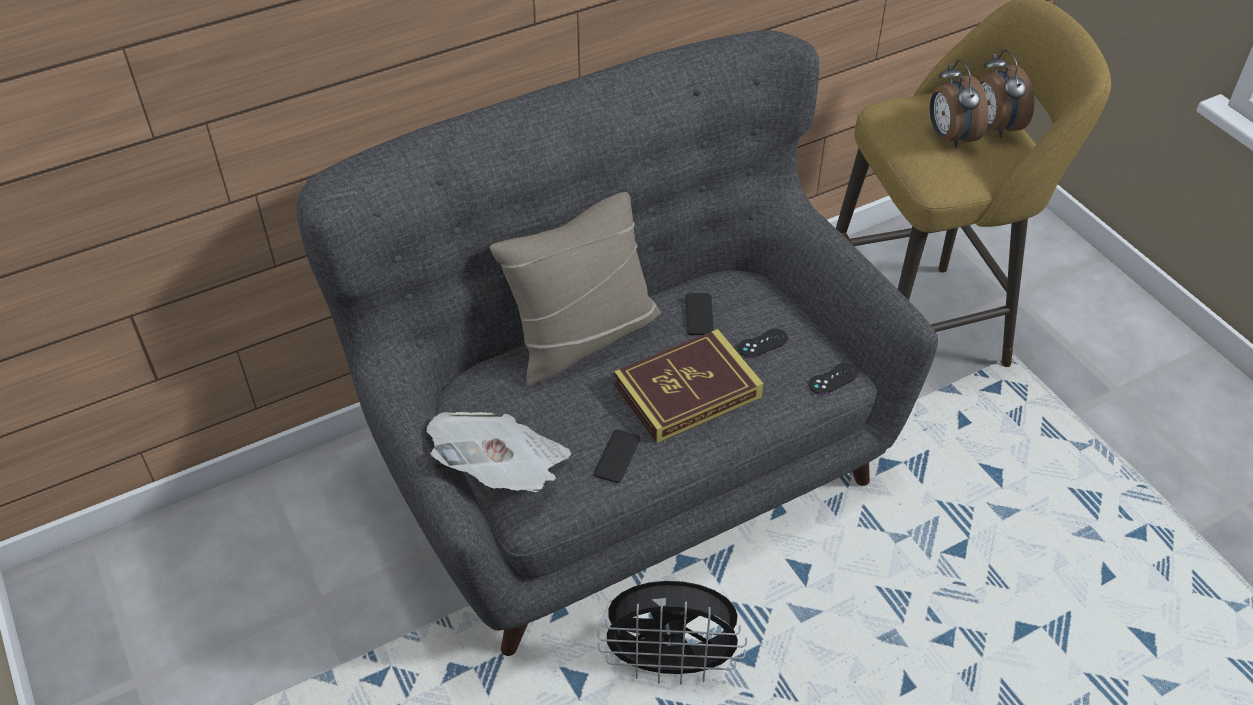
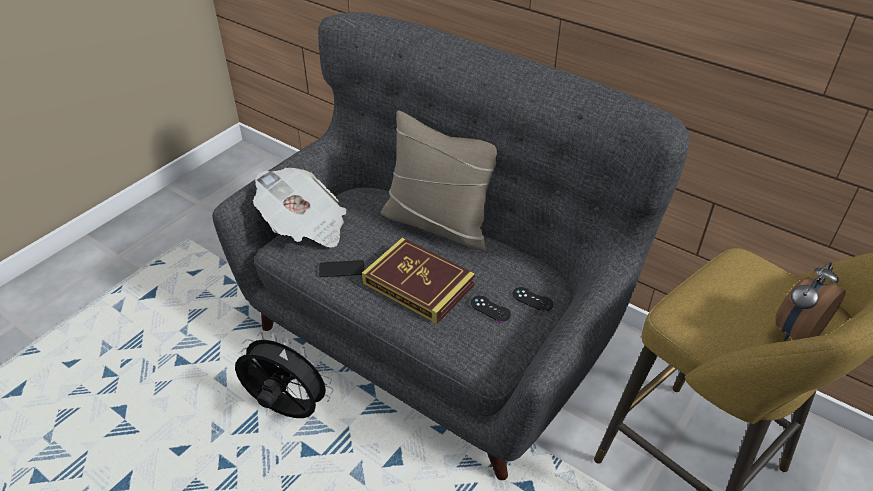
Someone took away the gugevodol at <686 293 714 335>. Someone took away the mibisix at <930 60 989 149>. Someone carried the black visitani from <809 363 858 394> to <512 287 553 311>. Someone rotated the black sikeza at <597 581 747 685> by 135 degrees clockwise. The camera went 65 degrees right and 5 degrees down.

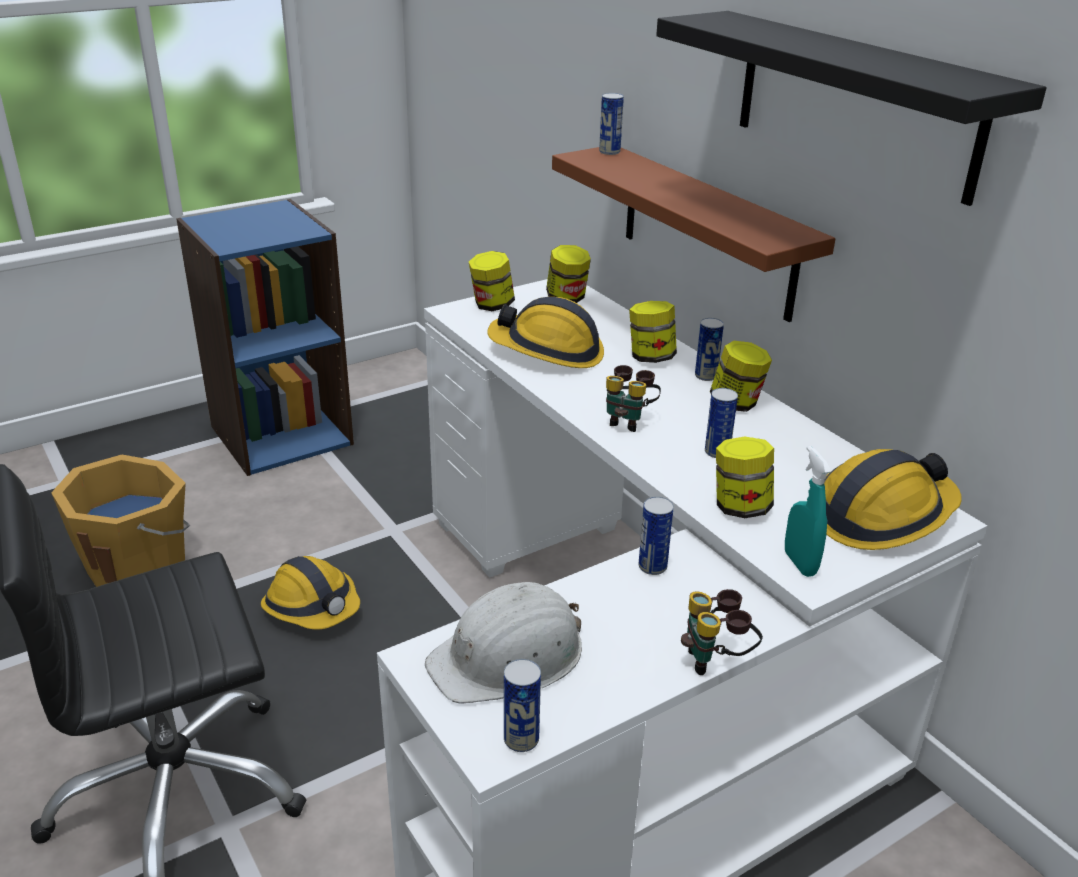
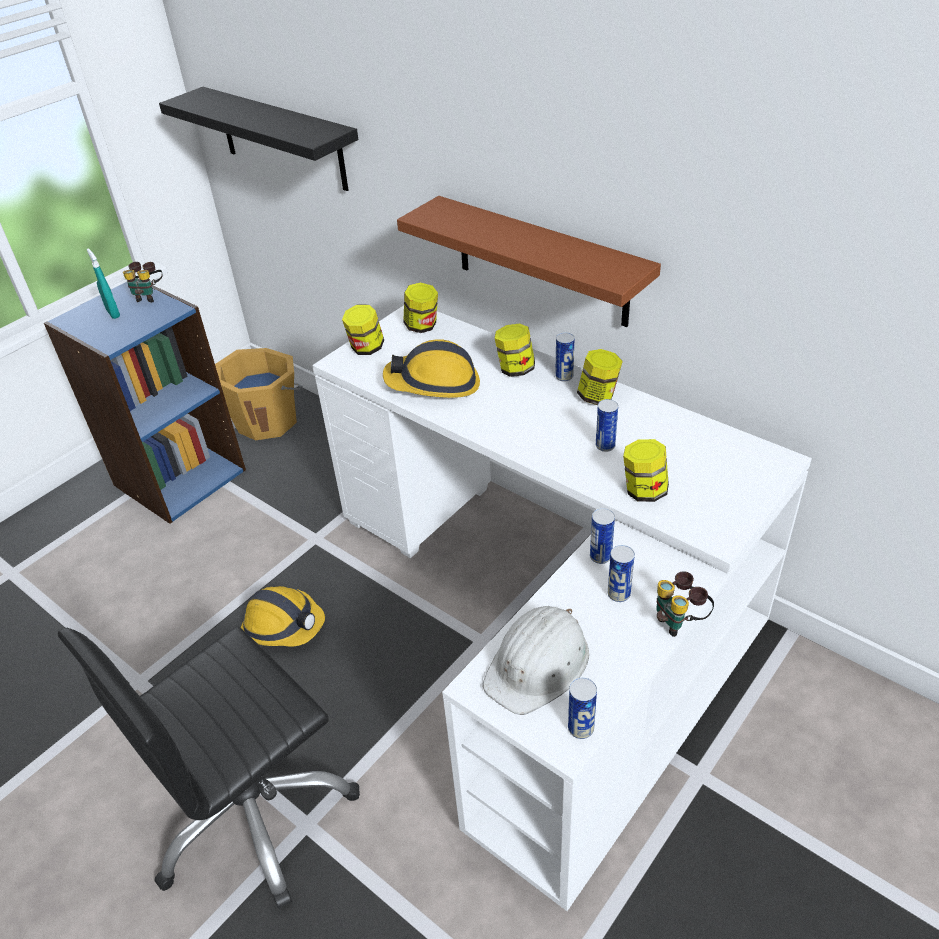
Someone took away the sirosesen at <824 449 962 550>. Someone carried the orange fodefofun from <51 455 190 587> to <215 348 303 440>. Someone carried the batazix from <599 93 624 155> to <608 545 635 602>. Someone carried the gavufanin from <606 365 661 432> to <123 262 163 302>. Someone carried the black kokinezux from <656 11 1047 206> to <159 87 358 191>. Someone carried the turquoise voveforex from <785 446 831 577> to <87 248 120 319>. The camera went 15 degrees left and 10 degrees up.

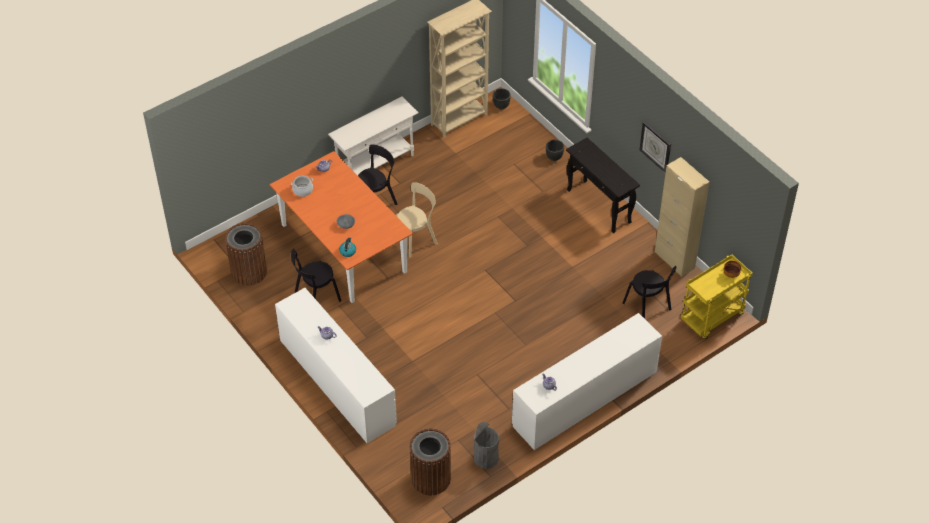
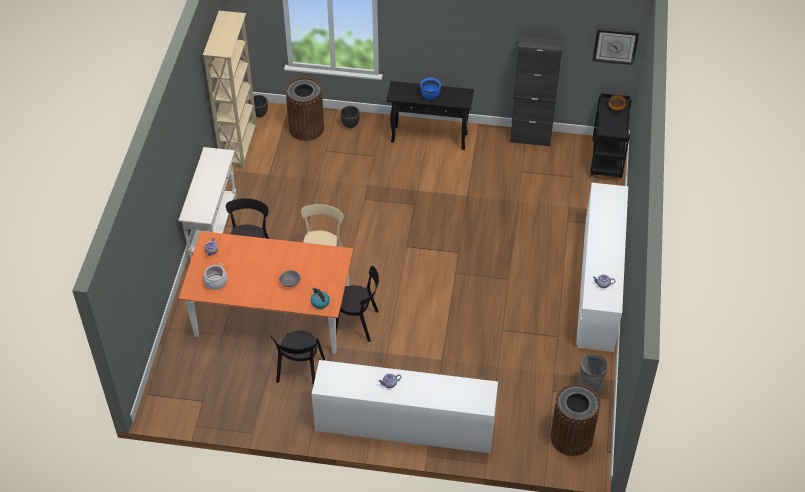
Someone put down the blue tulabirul at <420 78 441 100>. Someone carried the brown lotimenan from <225 223 267 286> to <285 77 324 141>. Someone carried the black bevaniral from <623 266 676 319> to <336 266 379 342>. Someone carried the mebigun from <640 121 671 173> to <593 28 639 65>. Someone repainted the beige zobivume at <655 157 710 277>, which became the black zobivume at <510 34 563 147>. Someone repainted the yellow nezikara at <681 255 753 339>, which became the black nezikara at <590 93 632 178>. The camera went 45 degrees left and 0 degrees up.

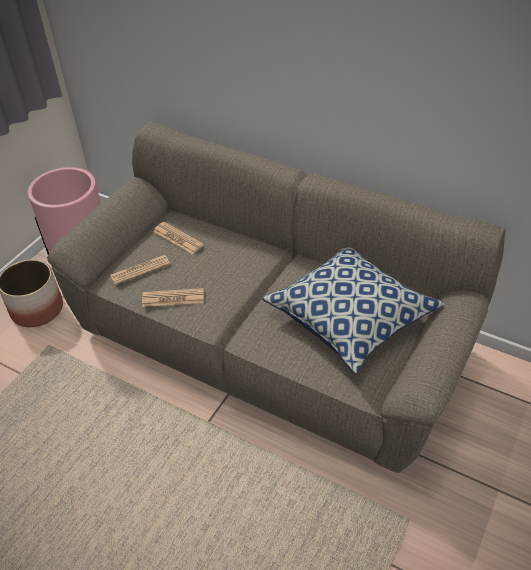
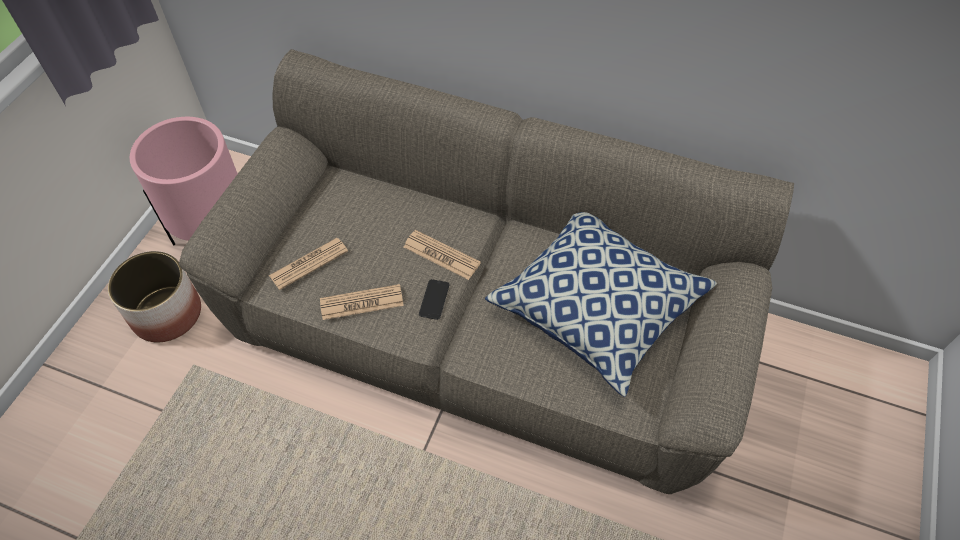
Someone put down the gugevodol at <419 279 449 320>. Someone carried the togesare from <153 222 204 255> to <403 230 481 280>. The camera went 10 degrees left and 10 degrees up.

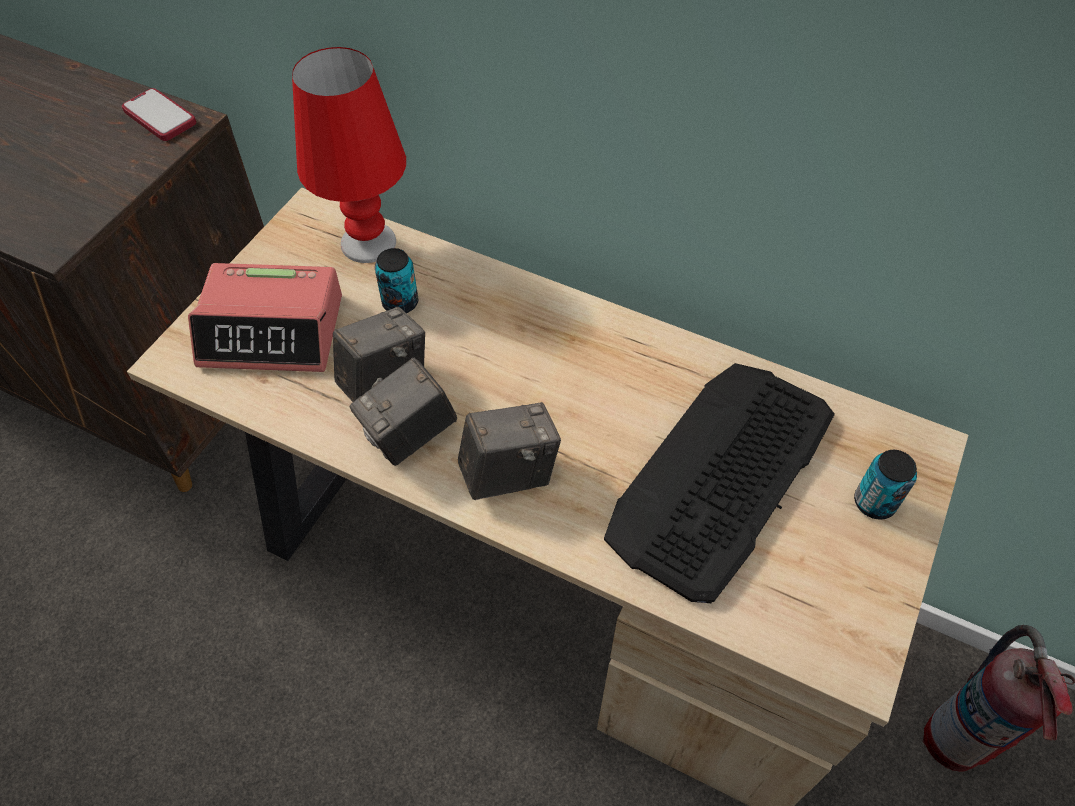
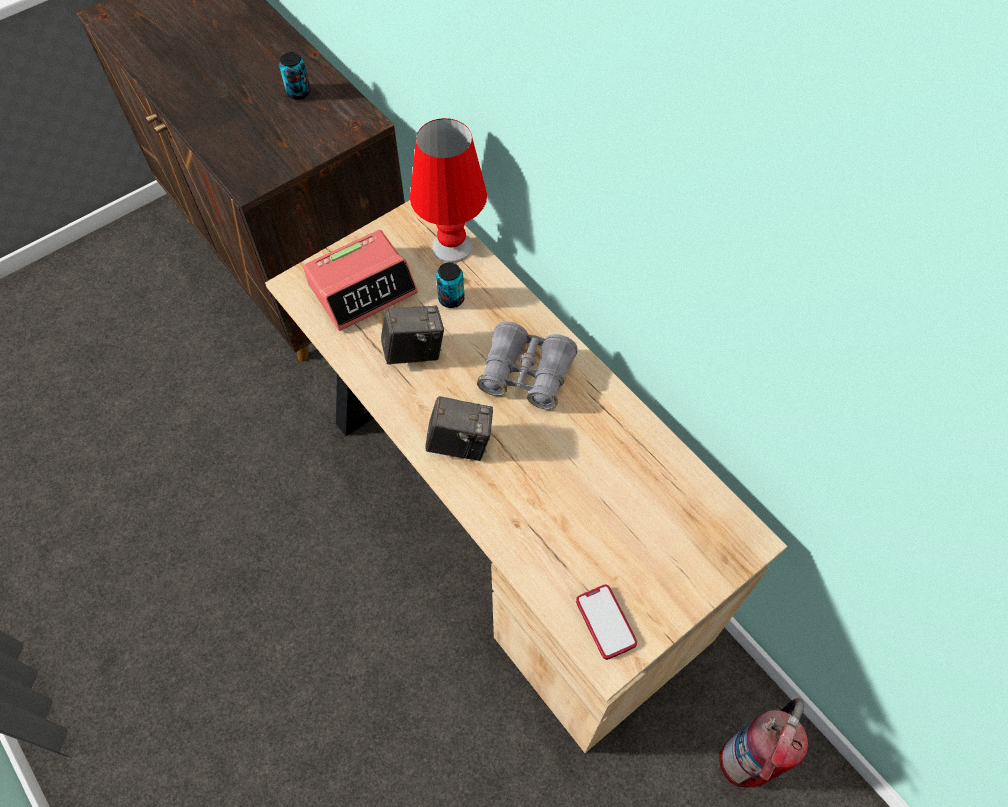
Someone took away the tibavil at <349 358 457 466>. Someone took away the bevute at <604 363 835 603>. Someone put down the grey gavufanin at <477 321 577 410>. Someone carried the gugevodol from <122 88 196 141> to <576 585 637 660>. Someone carried the batazix from <854 450 917 520> to <279 52 311 100>. Someone rotated the mibisix at <188 263 342 372> by 60 degrees counterclockwise. The camera went 25 degrees right and 5 degrees up.

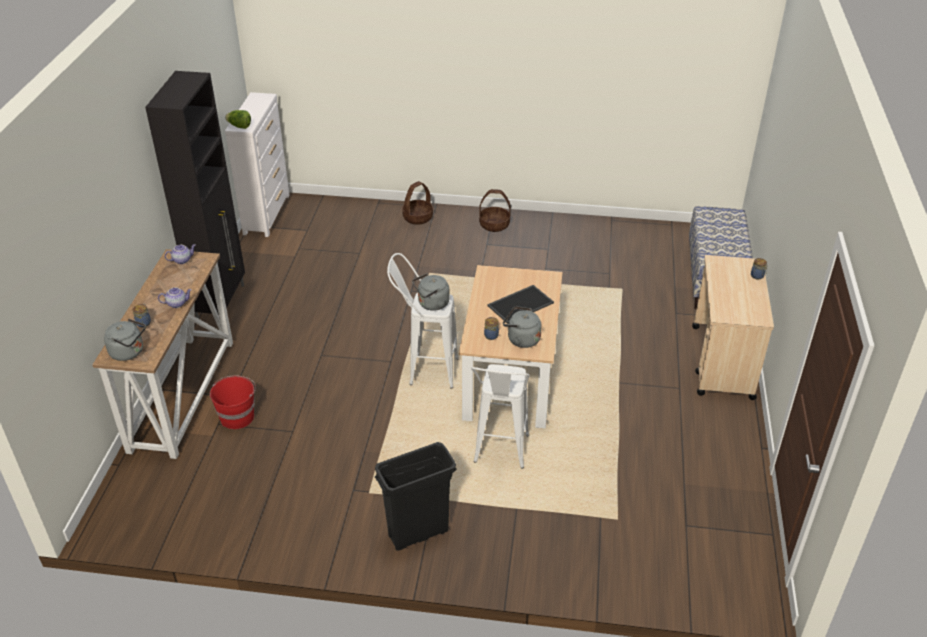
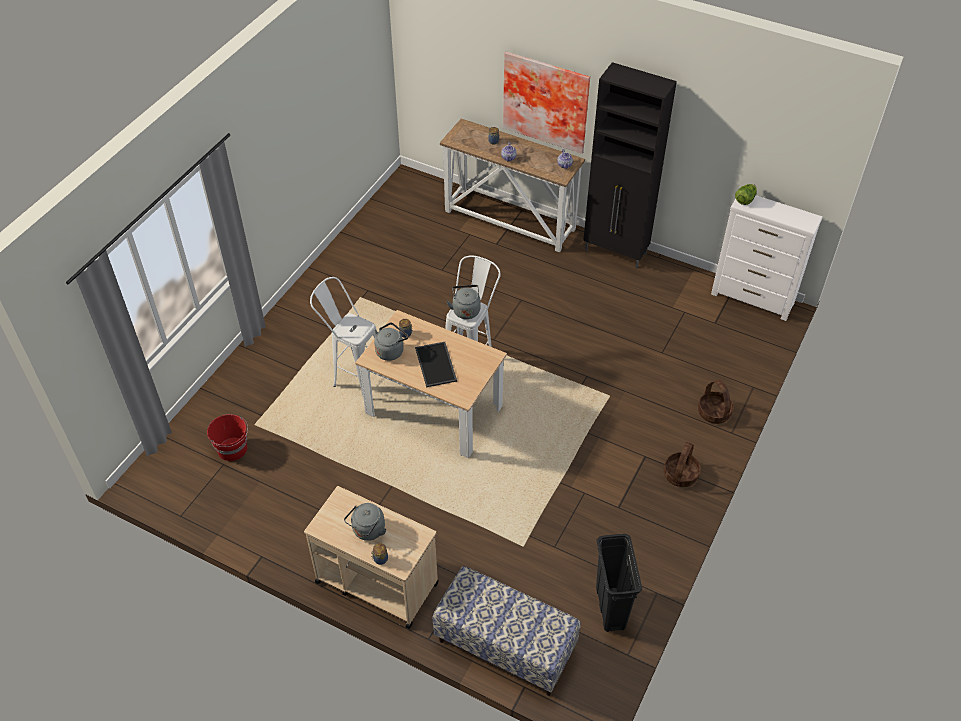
Someone put up the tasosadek at <503 51 590 154>. Someone carried the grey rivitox from <104 319 146 361> to <344 503 387 541>. Someone carried the red fodefofun from <210 375 256 429> to <207 414 248 461>. Someone carried the black lotimenan from <375 442 457 551> to <596 534 642 632>. The camera went 110 degrees right and 10 degrees up.

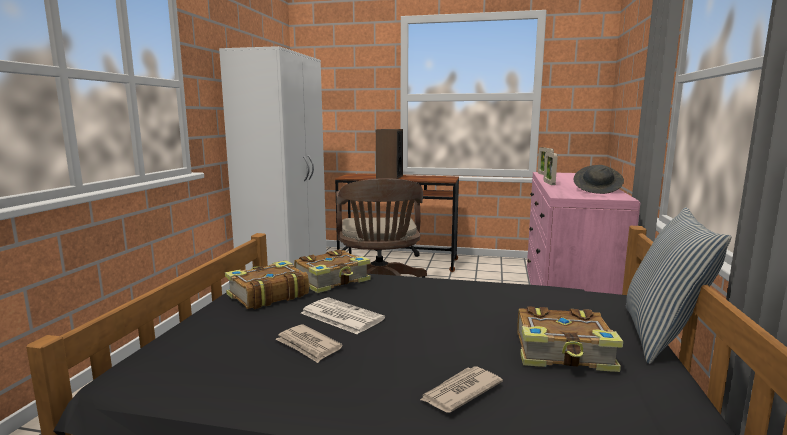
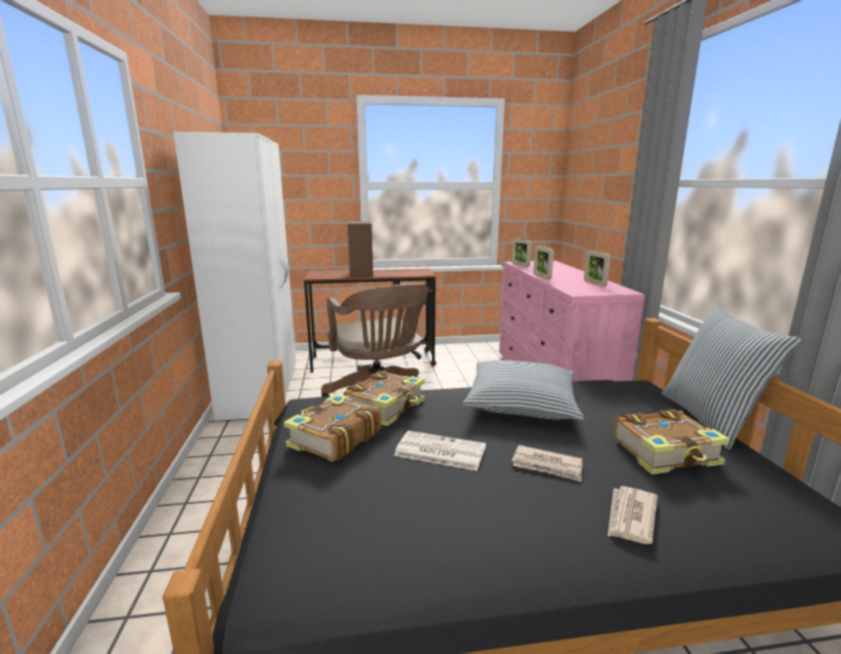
Someone put down the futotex at <463 360 584 420>. Someone carried the togesare from <276 324 343 363> to <512 445 582 482>. Someone swapped the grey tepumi at <574 165 624 194> for the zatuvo at <584 251 610 286>. The camera went 20 degrees left and 5 degrees up.

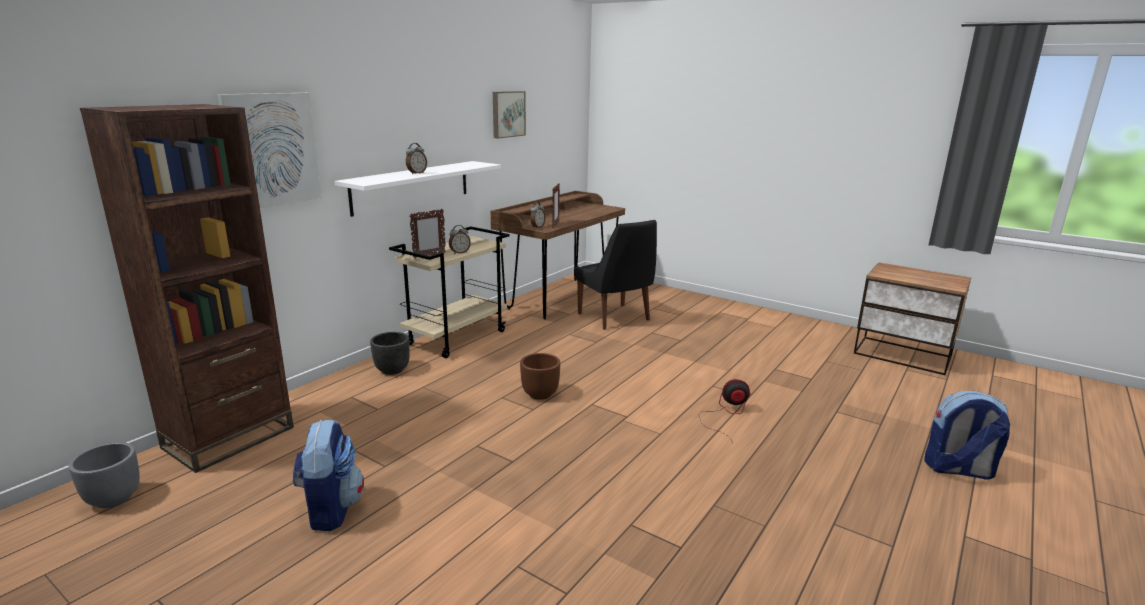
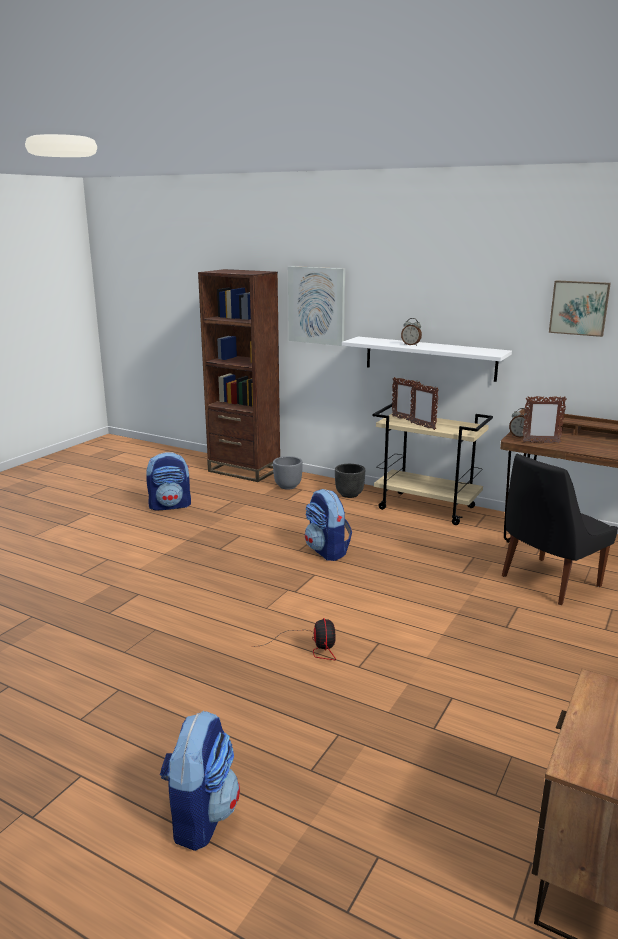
Someone carried the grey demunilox from <69 442 140 508> to <273 456 303 490>. Someone swapped the mibisix at <449 225 471 254> for the zatuvo at <410 383 439 430>. Someone swapped the brown demunilox at <520 353 560 400> for the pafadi at <305 489 352 561>. The camera went 85 degrees right and 0 degrees up.

